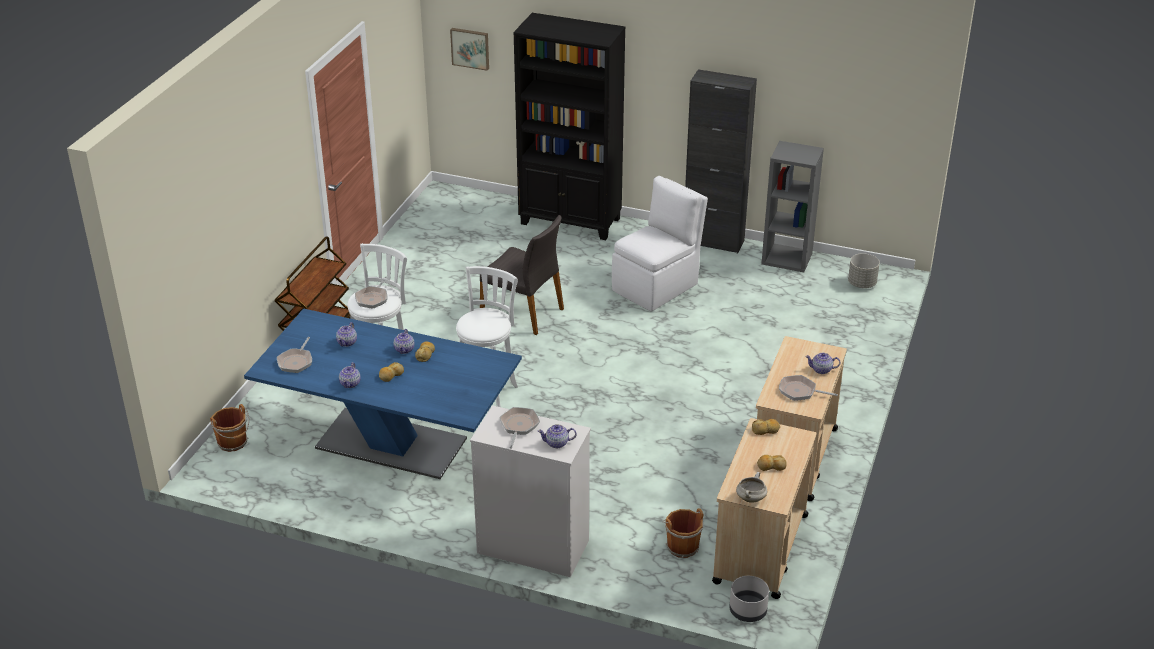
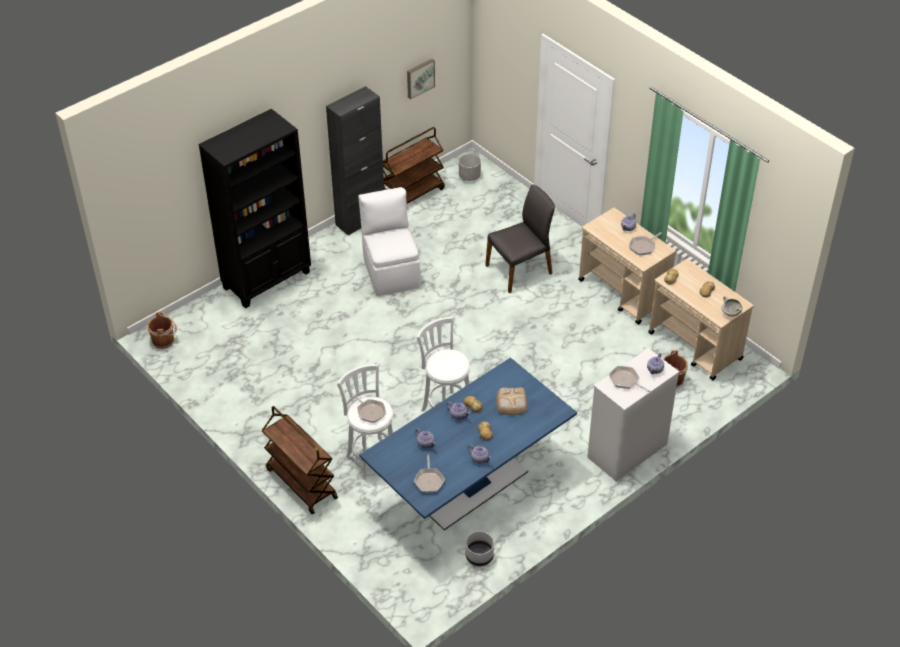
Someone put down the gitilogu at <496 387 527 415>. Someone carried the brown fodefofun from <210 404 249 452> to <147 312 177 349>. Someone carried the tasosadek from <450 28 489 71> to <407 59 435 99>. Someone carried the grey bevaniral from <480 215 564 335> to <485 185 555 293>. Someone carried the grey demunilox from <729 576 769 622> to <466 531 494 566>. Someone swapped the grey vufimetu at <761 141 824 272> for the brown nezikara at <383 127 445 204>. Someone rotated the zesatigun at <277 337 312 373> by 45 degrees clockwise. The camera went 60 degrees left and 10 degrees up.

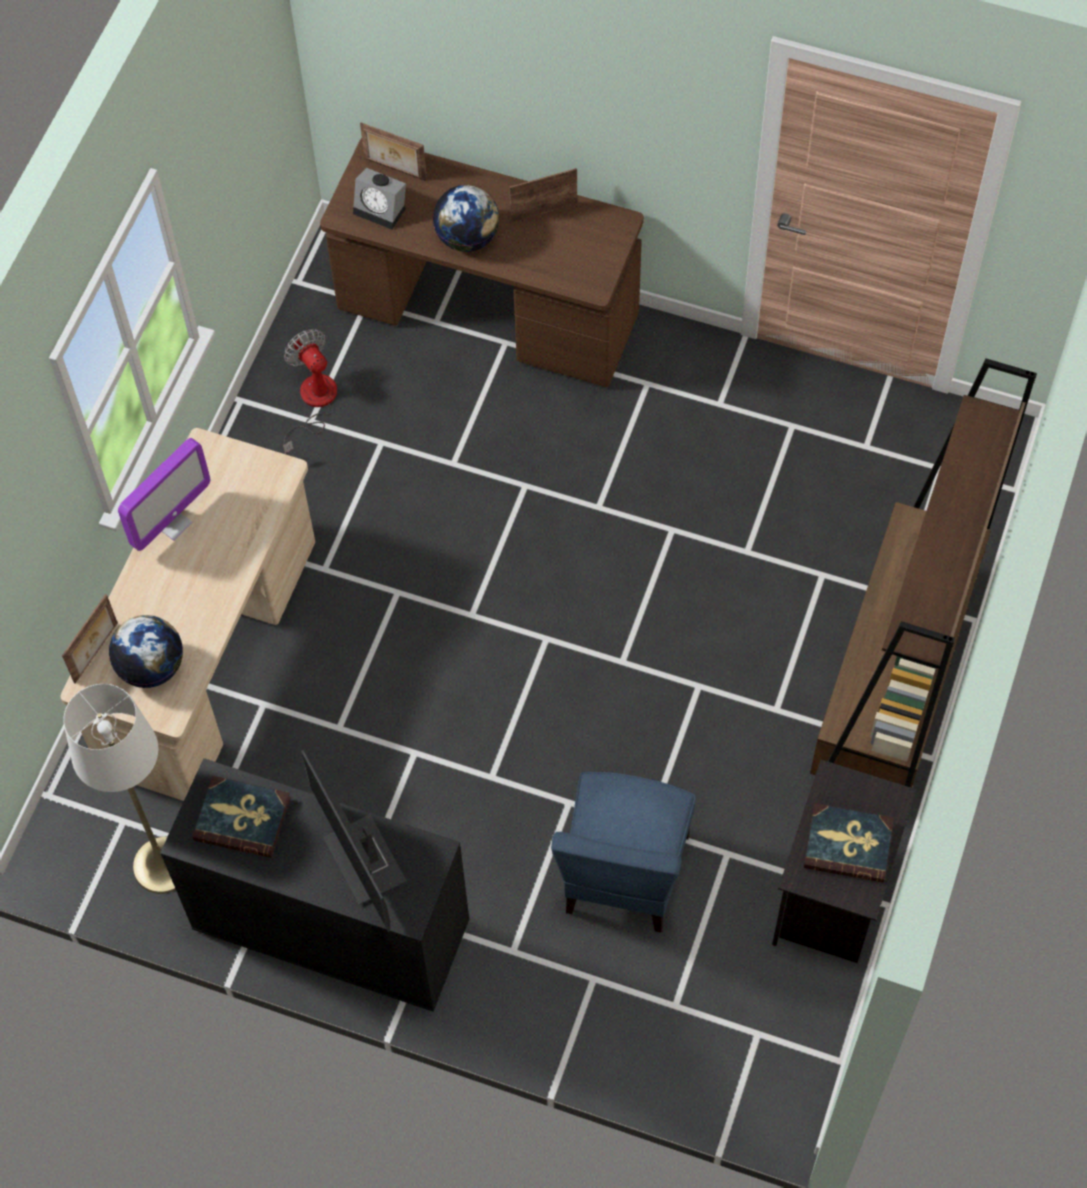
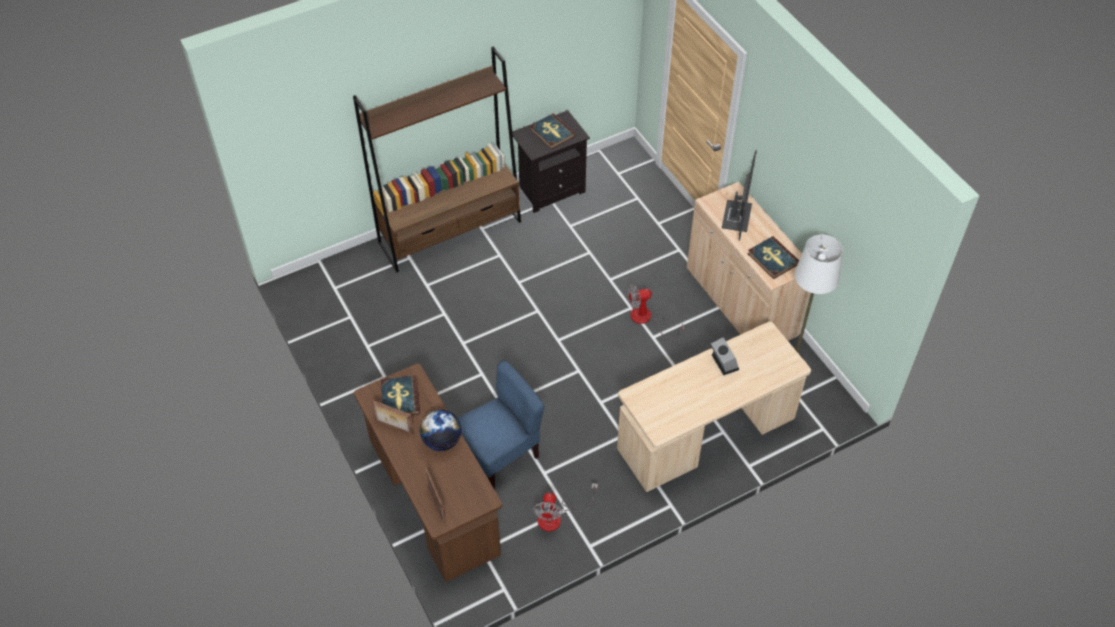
Someone took away the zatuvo at <62 594 118 683>. Someone took away the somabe at <109 615 183 688>. Someone took away the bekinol at <118 438 211 551>. Someone put down the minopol at <381 376 420 415>. Someone put down the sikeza at <628 284 684 339>. Someone carried the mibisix from <353 168 406 230> to <711 337 739 375>. Someone carried the blue bevaniral from <551 772 696 932> to <458 360 545 489>. Someone repainted the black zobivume at <160 758 469 1012>, which became the beige zobivume at <687 182 810 341>. The camera went 140 degrees left and 10 degrees down.

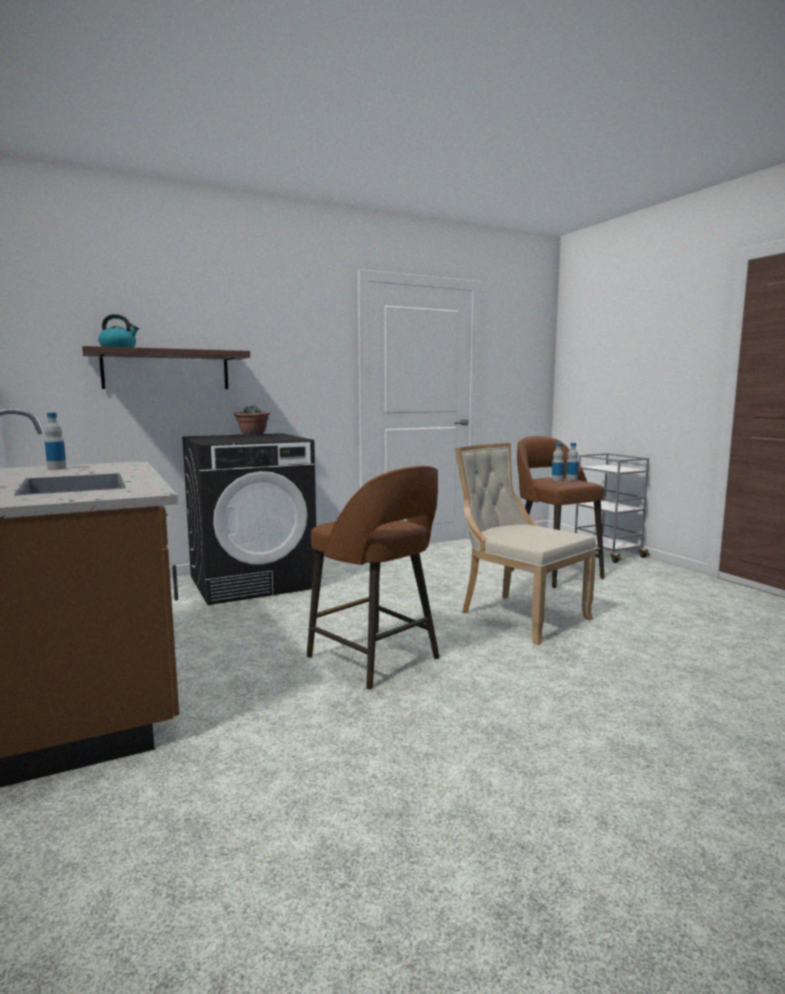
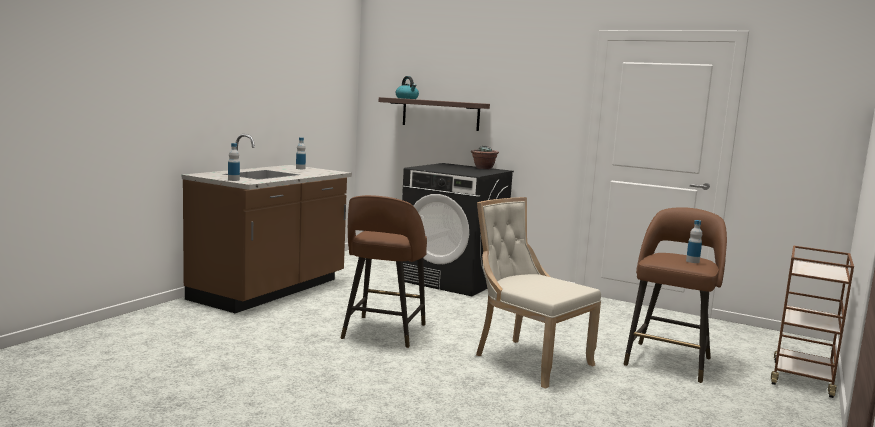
Someone carried the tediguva from <551 443 564 481> to <228 143 240 181>. Someone repainted the grey nezikara at <575 453 650 563>, which became the brown nezikara at <771 246 854 398>. Someone rotated the beige bevaniral at <455 443 597 645> by 60 degrees counterclockwise. The camera went 55 degrees right and 0 degrees up.

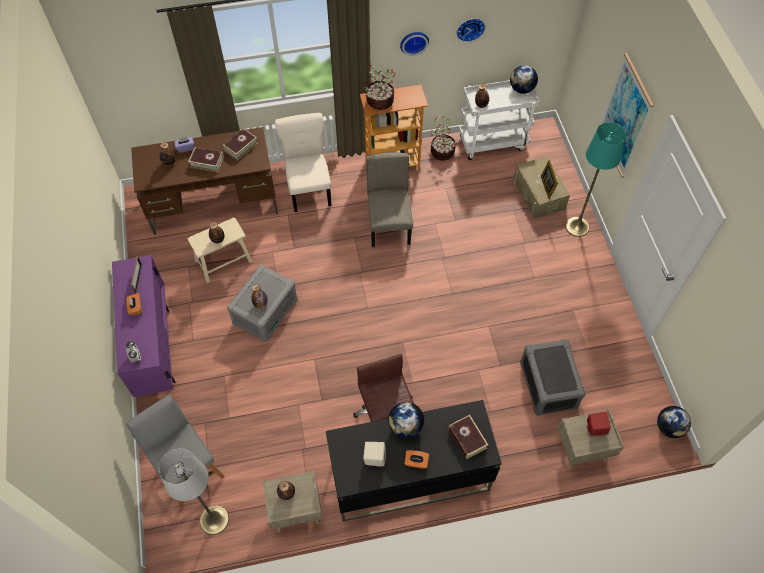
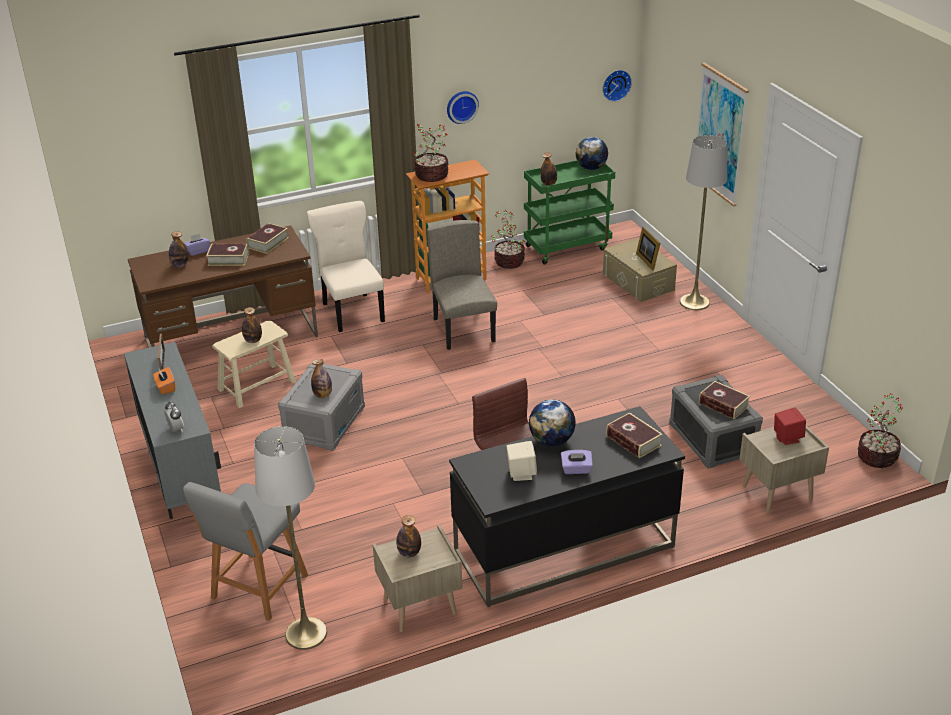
Someone put down the minopol at <699 381 750 419>. Someone carried the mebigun from <457 18 485 42> to <603 70 632 102>. Someone swapped the somabe at <657 406 691 438> for the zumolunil at <858 393 903 468>. Someone repainted the purple zobivume at <112 255 176 397>, which became the grey zobivume at <124 342 221 519>. Someone repainted the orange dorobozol at <404 450 429 469>, which became the purple dorobozol at <561 450 593 474>. Someone repainted the white nezikara at <459 80 539 160>, which became the green nezikara at <524 160 615 264>. Someone repainted the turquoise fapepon at <565 122 626 237>, which became the grey fapepon at <680 135 727 310>. Someone rotated the grey bevaniral at <126 395 224 507> by 105 degrees counterclockwise. The camera went 10 degrees left and 25 degrees down.

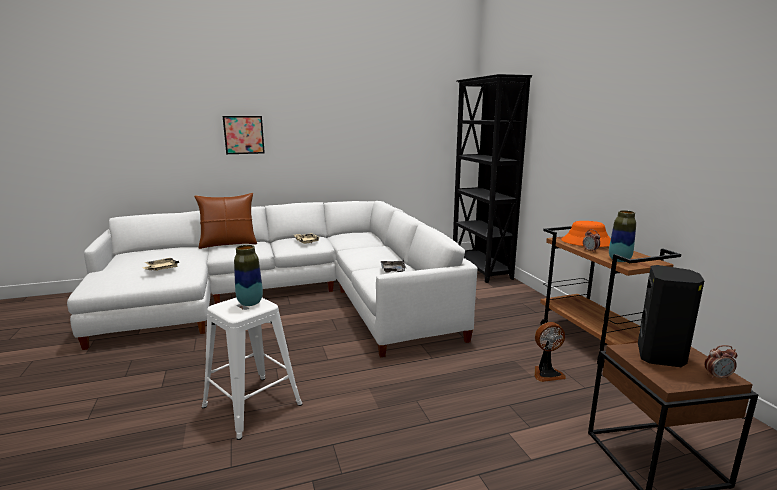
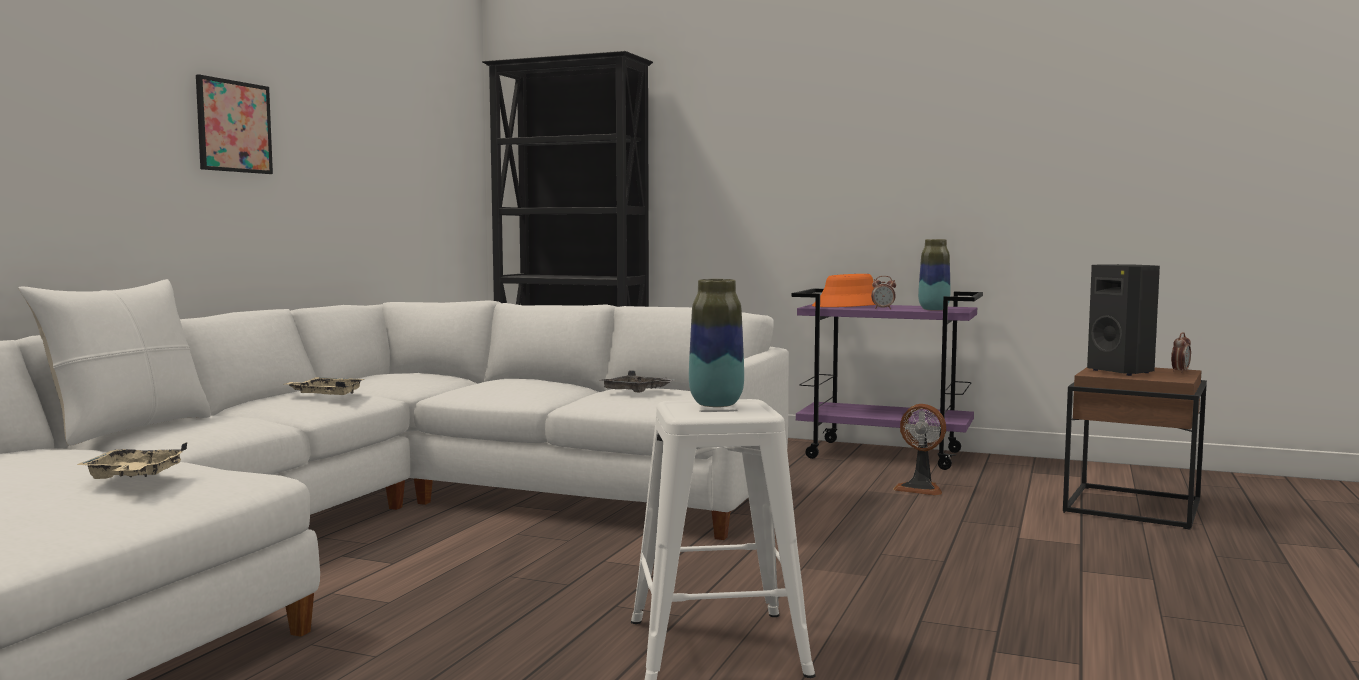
Someone carried the tasosadek from <223 116 265 154> to <196 74 273 174>. Someone repainted the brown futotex at <194 193 257 249>, which became the white futotex at <18 279 211 446>. Someone repainted the brown nezikara at <540 226 681 368>, which became the purple nezikara at <792 289 983 470>. Someone rotated the sikeza at <534 322 566 382> by 90 degrees clockwise. The camera went 50 degrees left and 10 degrees down.

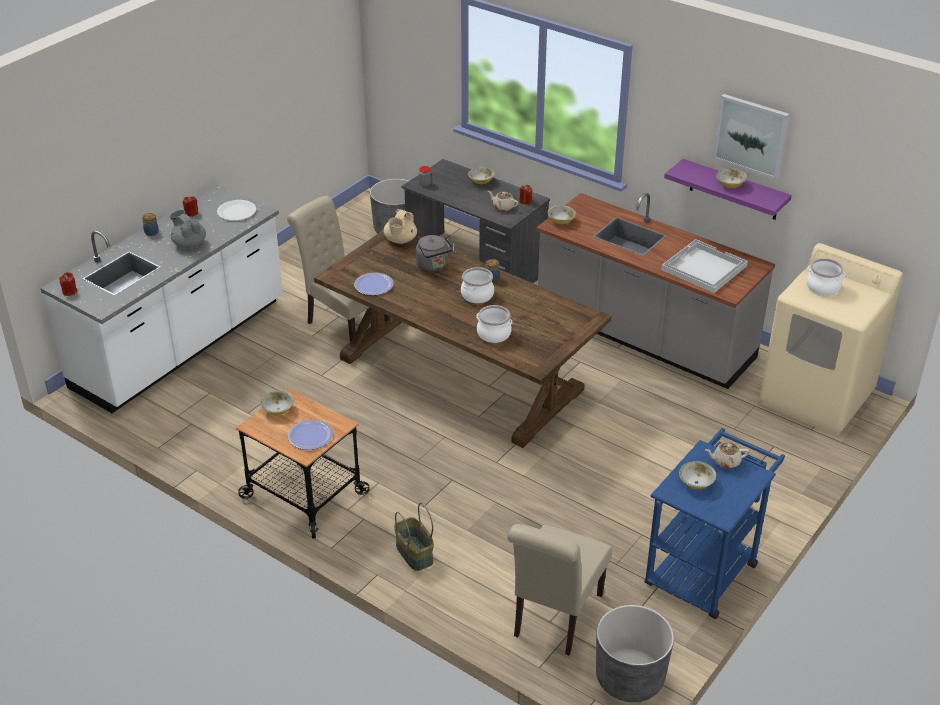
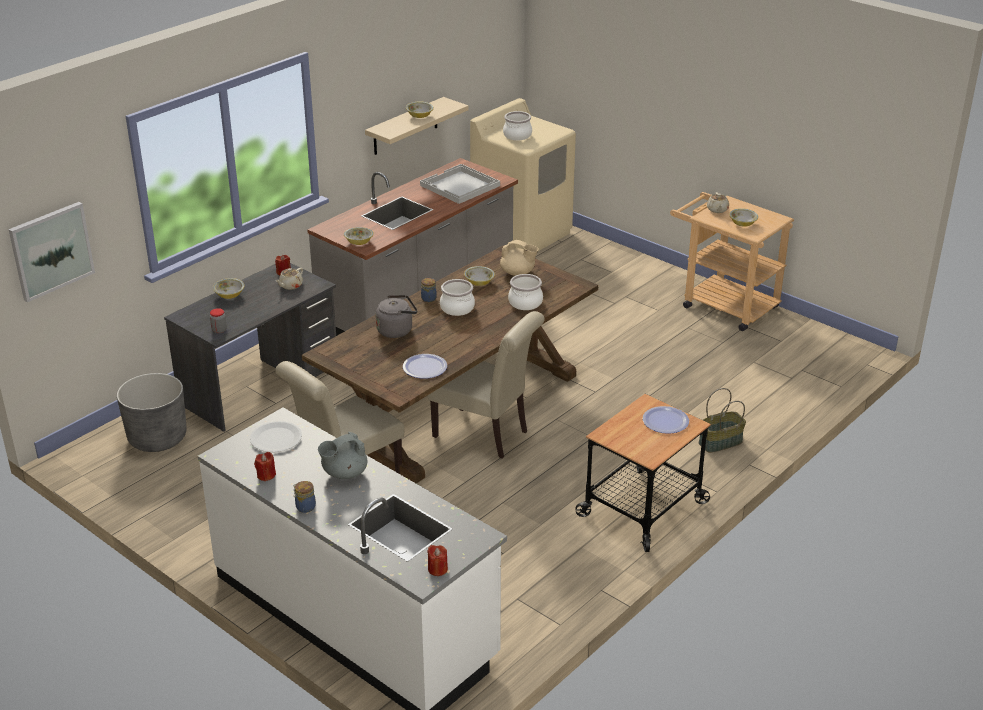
Someone took away the grey demunilox at <596 605 674 702>. Someone carried the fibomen from <260 391 294 415> to <464 266 495 286>. Someone carried the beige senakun from <384 209 417 244> to <500 240 539 276>. Someone carried the beige bevaniral from <507 524 612 655> to <427 311 545 459>. Someone carried the tasosadek from <713 94 789 180> to <8 202 95 302>. Someone repainted the blue nezikara at <644 428 785 619>, which became the beige nezikara at <670 192 794 331>. Someone repainted the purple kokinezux at <664 159 792 220>, which became the beige kokinezux at <365 97 469 155>. The camera went 85 degrees left and 5 degrees down.

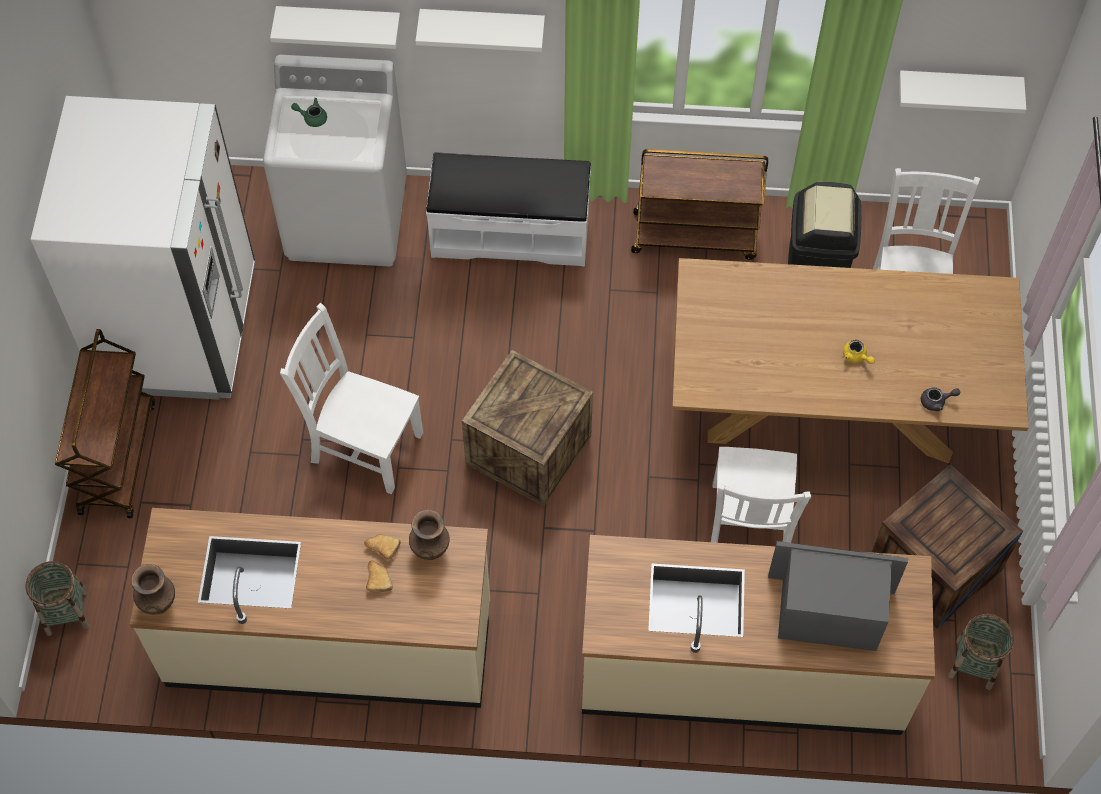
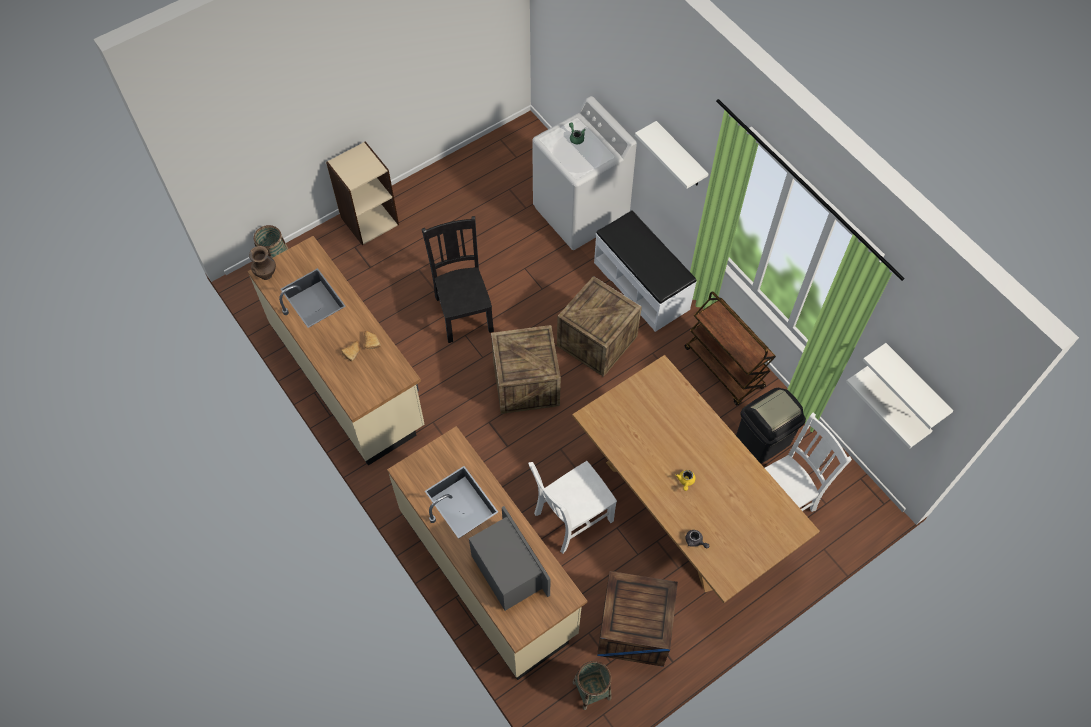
Someone took away the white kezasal at <31 96 255 400>. Someone took away the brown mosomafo at <409 509 450 560>. Someone put down the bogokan at <557 276 642 377>. Someone carried the white kokinezux from <270 6 400 49> to <862 343 954 429>. Someone swapped the brown nezikara at <55 329 155 518> for the beige vufimetu at <326 141 399 245>. Someone repainted the white bevaniral at <280 303 423 494>, which became the black bevaniral at <422 216 494 343>. The camera went 50 degrees right and 0 degrees up.

